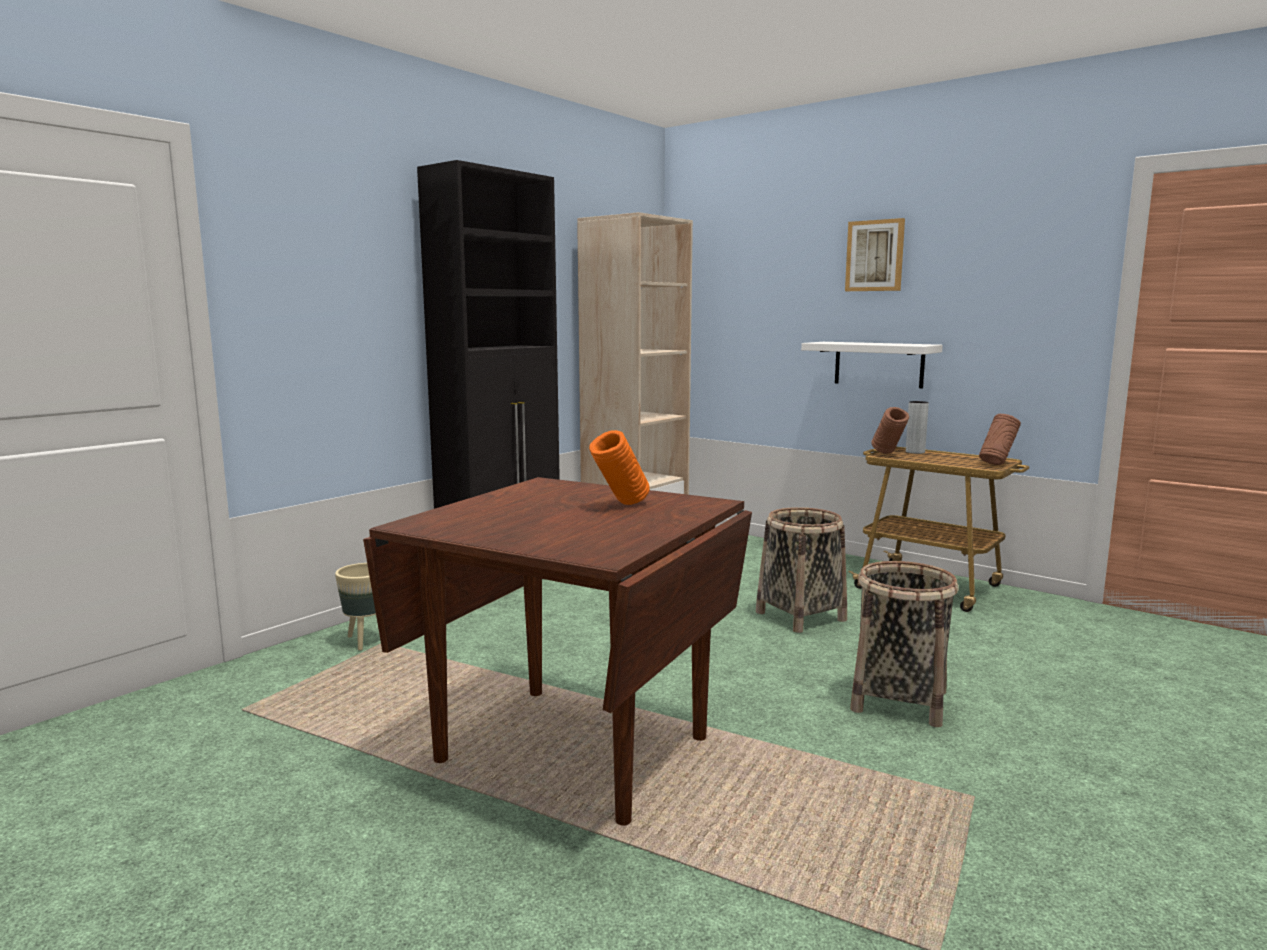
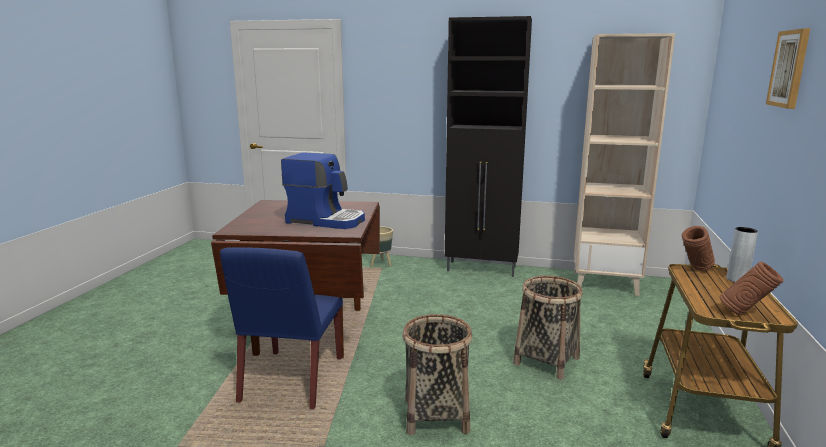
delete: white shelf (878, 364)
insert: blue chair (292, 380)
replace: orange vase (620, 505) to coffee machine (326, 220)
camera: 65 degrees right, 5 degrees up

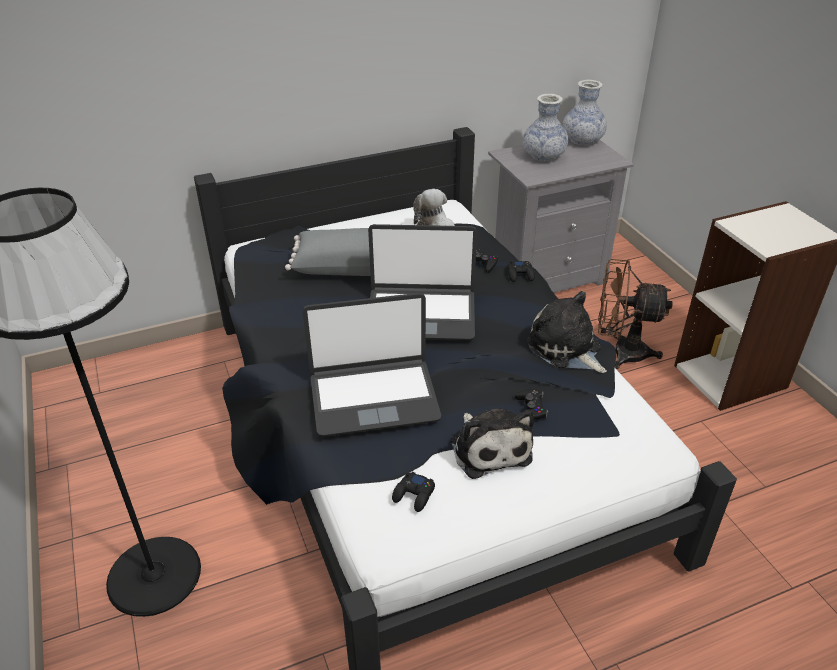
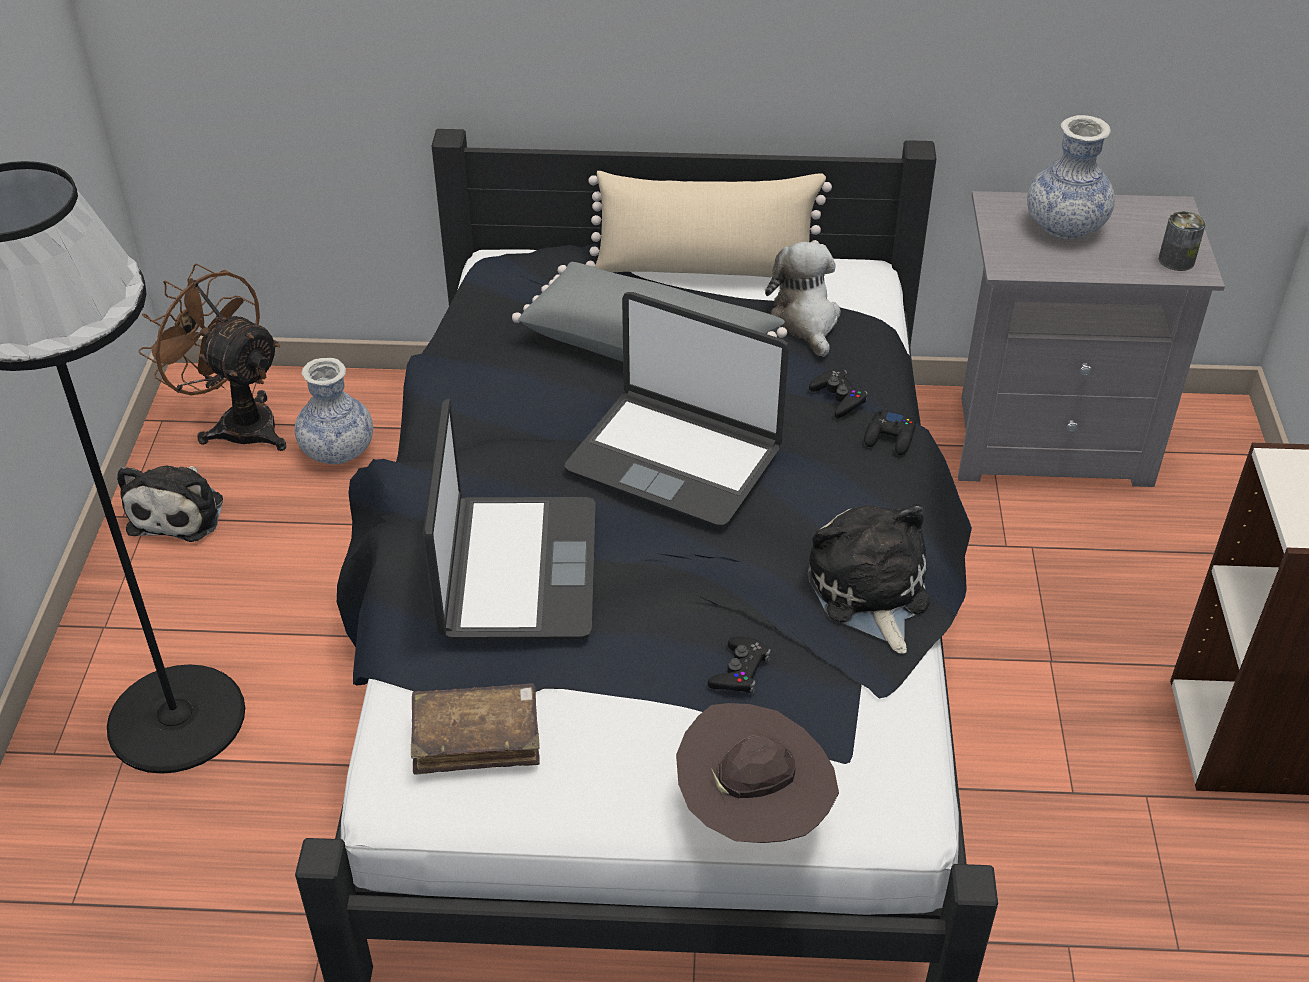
insert: beige pillow (705, 269); brown hat (754, 812); can (1176, 260)
move: plush toy (489, 448) to (179, 511); vase (582, 140) to (338, 450); brown fan (620, 352) to (237, 422)
replace: black game controller (414, 495) to brown book (476, 738)
rotate: laptop (373, 397) = (516, 570) 105 degrees counterclockwise
camera: 25 degrees right, 5 degrees up

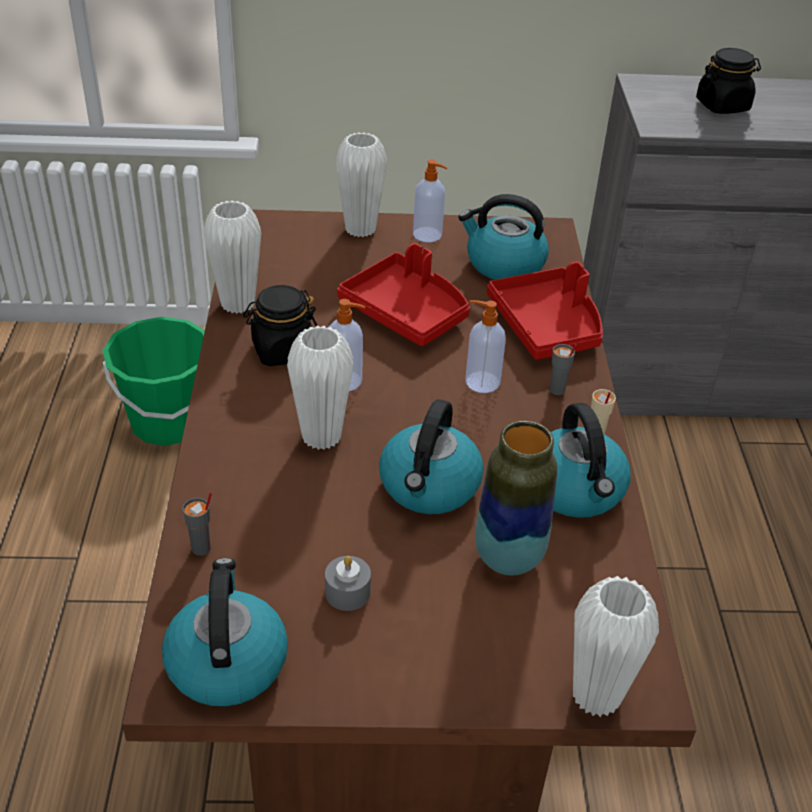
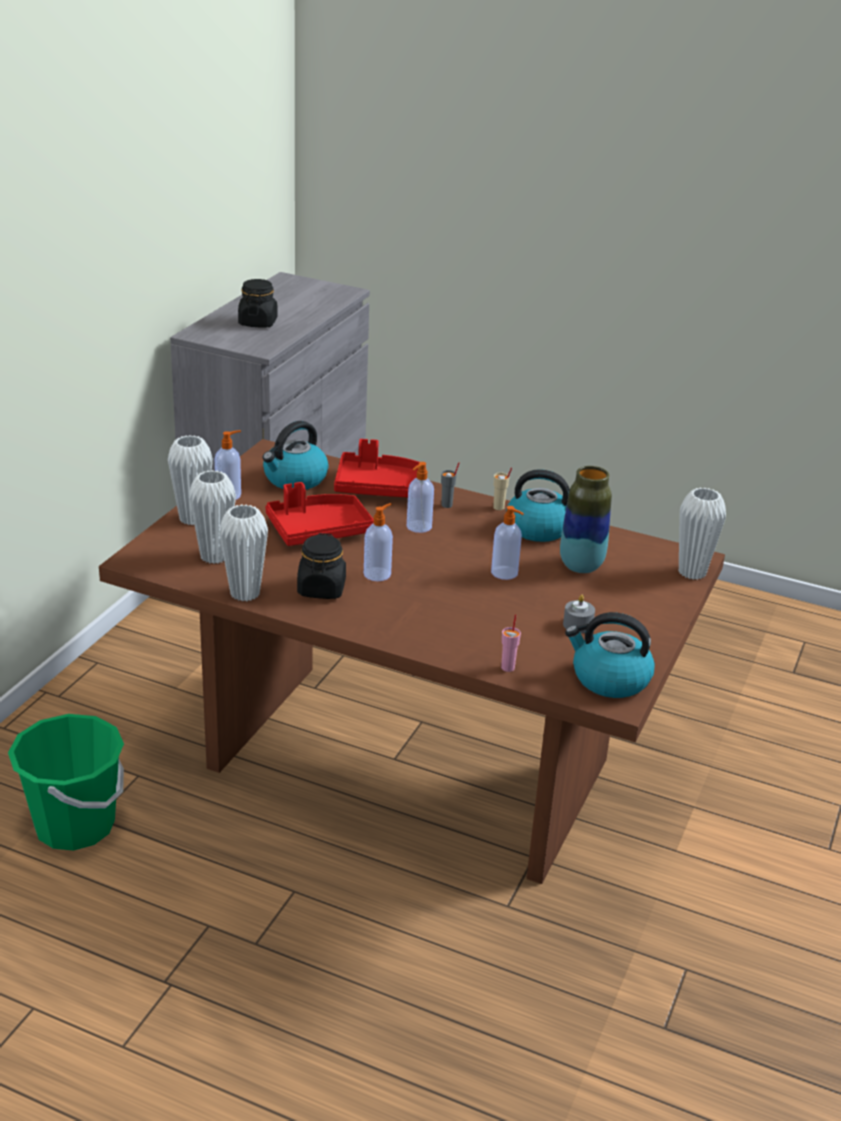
move: white vase (321, 437) to (214, 556)
replace: kettle (429, 486) to soap dispenser (505, 573)
recolor: grey cup (201, 548) to pink cup (508, 667)
camera: 65 degrees left, 10 degrees down

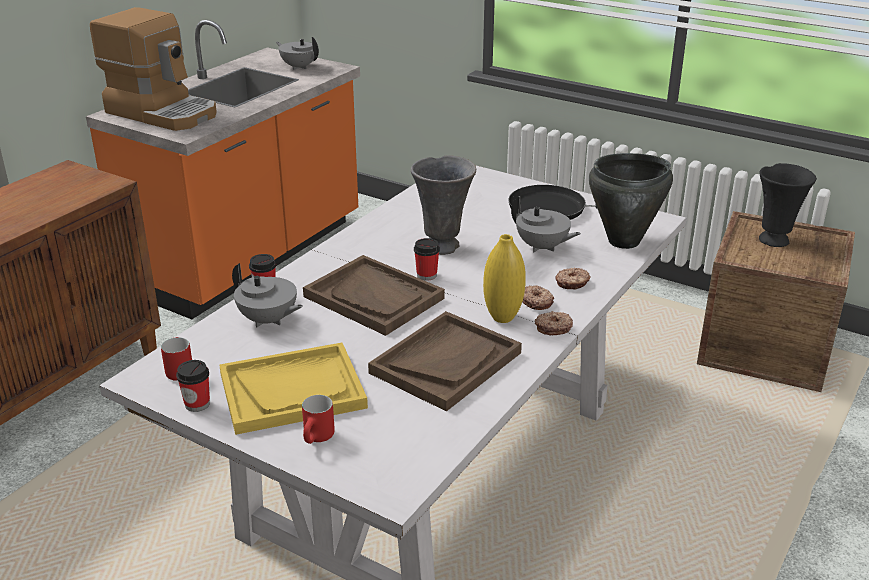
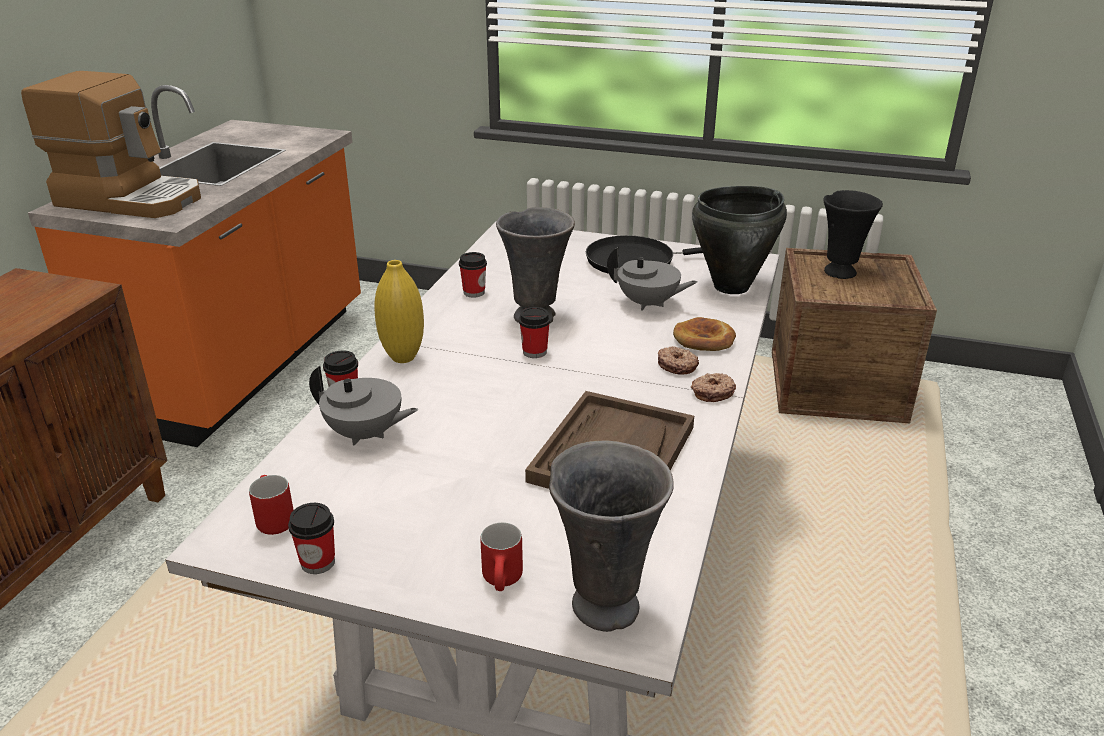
delete: yellow tray (292, 391); grey teapot (299, 67); brown tray (374, 297)
insert: cup (474, 292); grey vase (604, 604)
move: yellow vase (502, 318) to (403, 357)
replace: donut (572, 283) to bread (704, 339)
camera: 15 degrees left, 0 degrees up

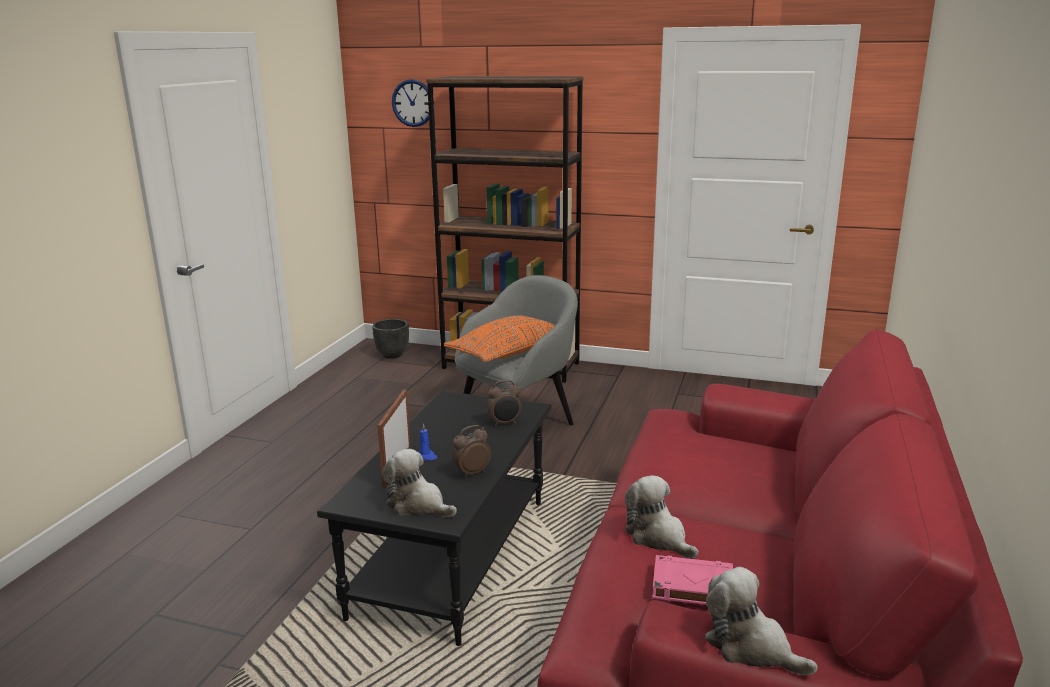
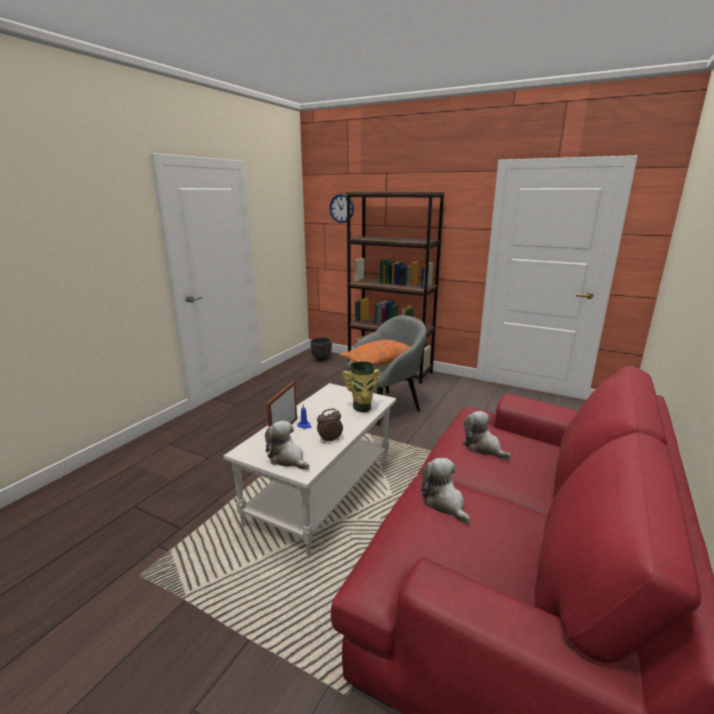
delete: pink book (691, 586)
move: plush toy (750, 647) to (483, 447)
replace: alarm clock (505, 423) to vase (362, 408)
recolor: black coffee table (454, 557) to white coffee table (322, 492)
camera: 10 degrees right, 0 degrees up

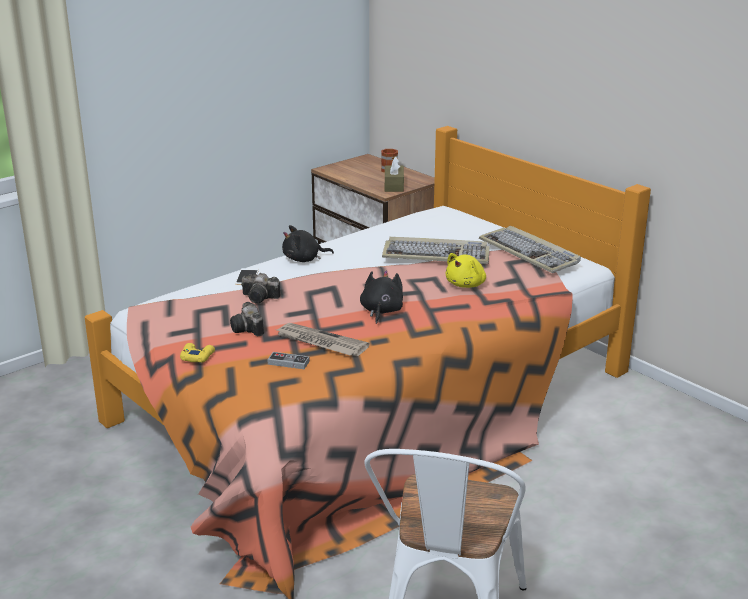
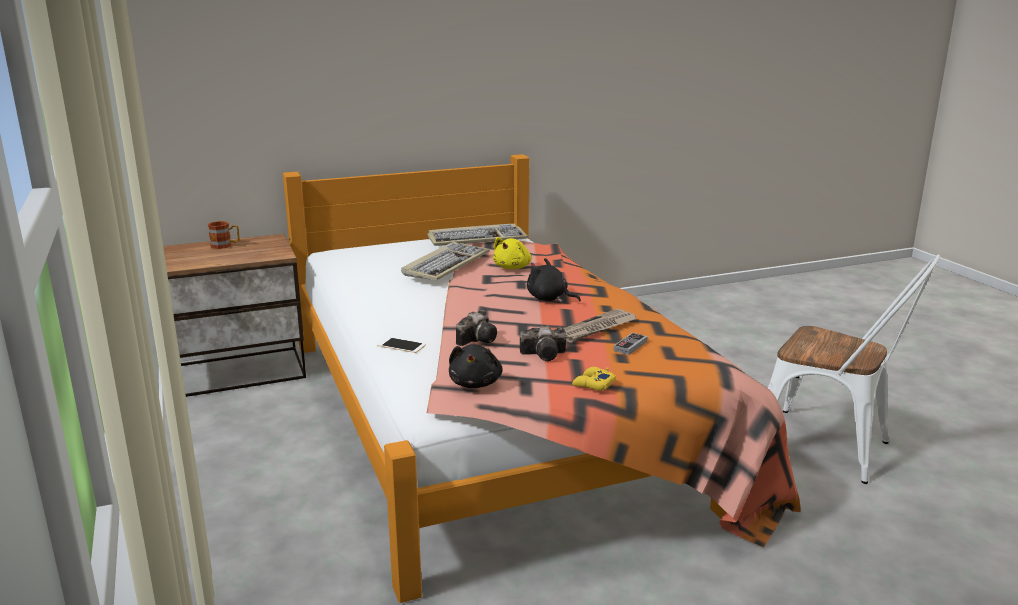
delete: brown tissue box (394, 185)
move: black plush toy (304, 259) to (476, 383)
rotate: yellow plush toy (466, 284) = (513, 267) 60 degrees clockwise
camera: 70 degrees left, 5 degrees down

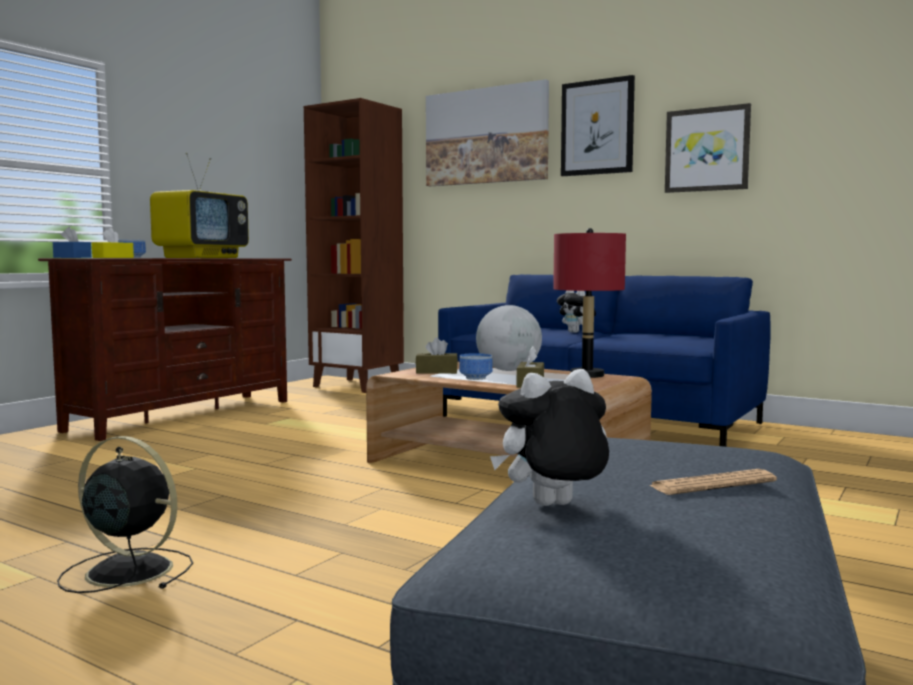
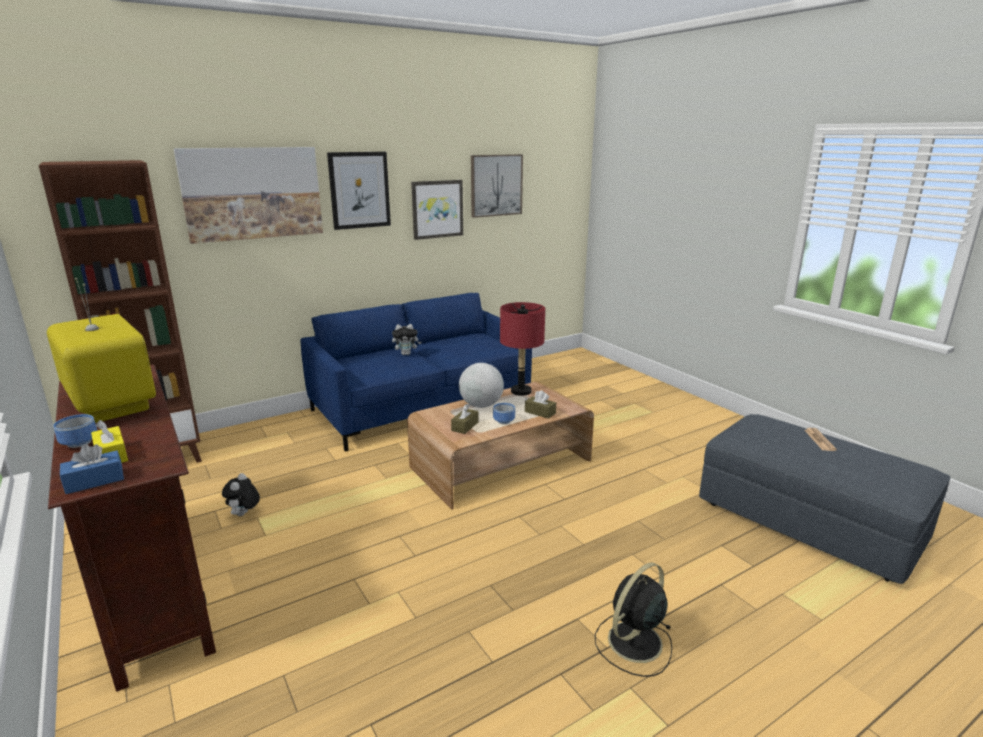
insert: picture (496, 185)
move: plush toy (553, 507) to (244, 514)
camera: 65 degrees left, 15 degrees up

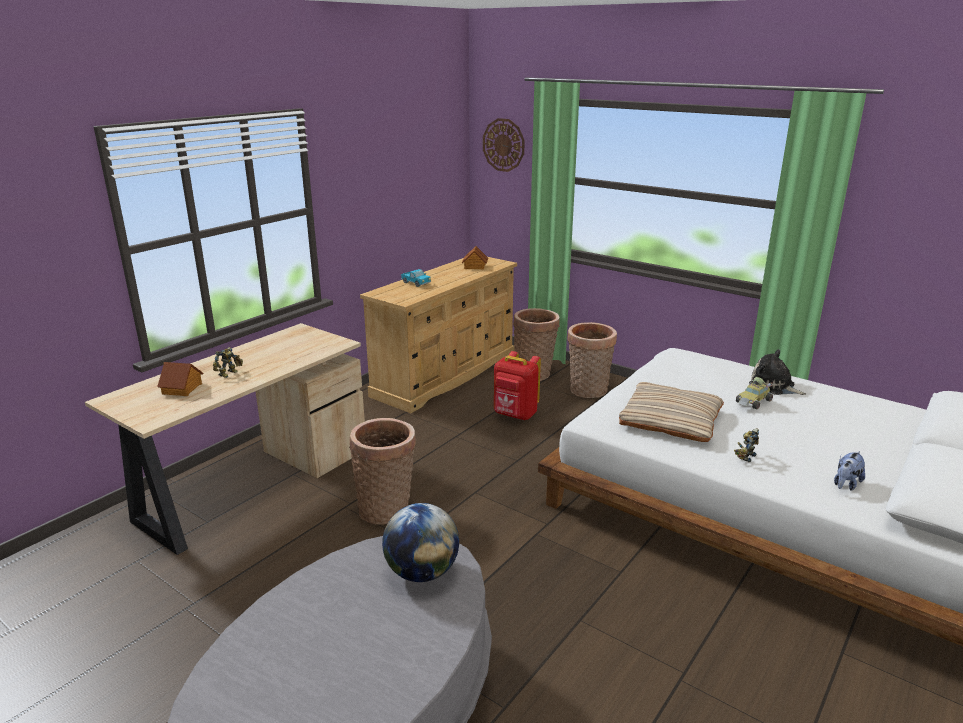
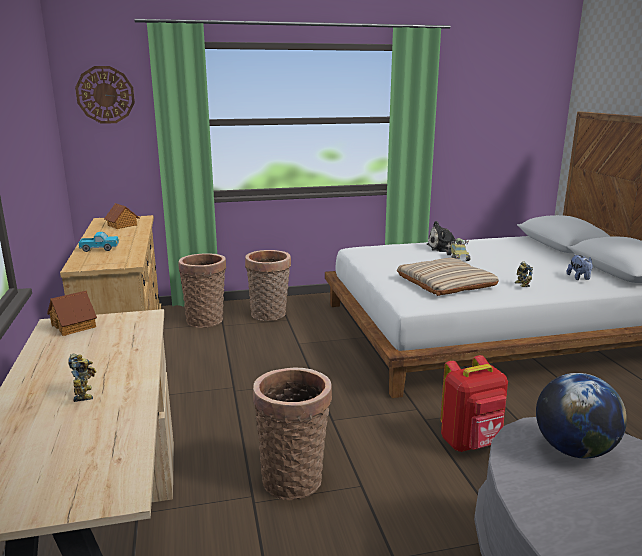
move: toy house (182, 388) to (74, 326); red backpack (515, 415) to (471, 443)
camera: 50 degrees left, 5 degrees down

